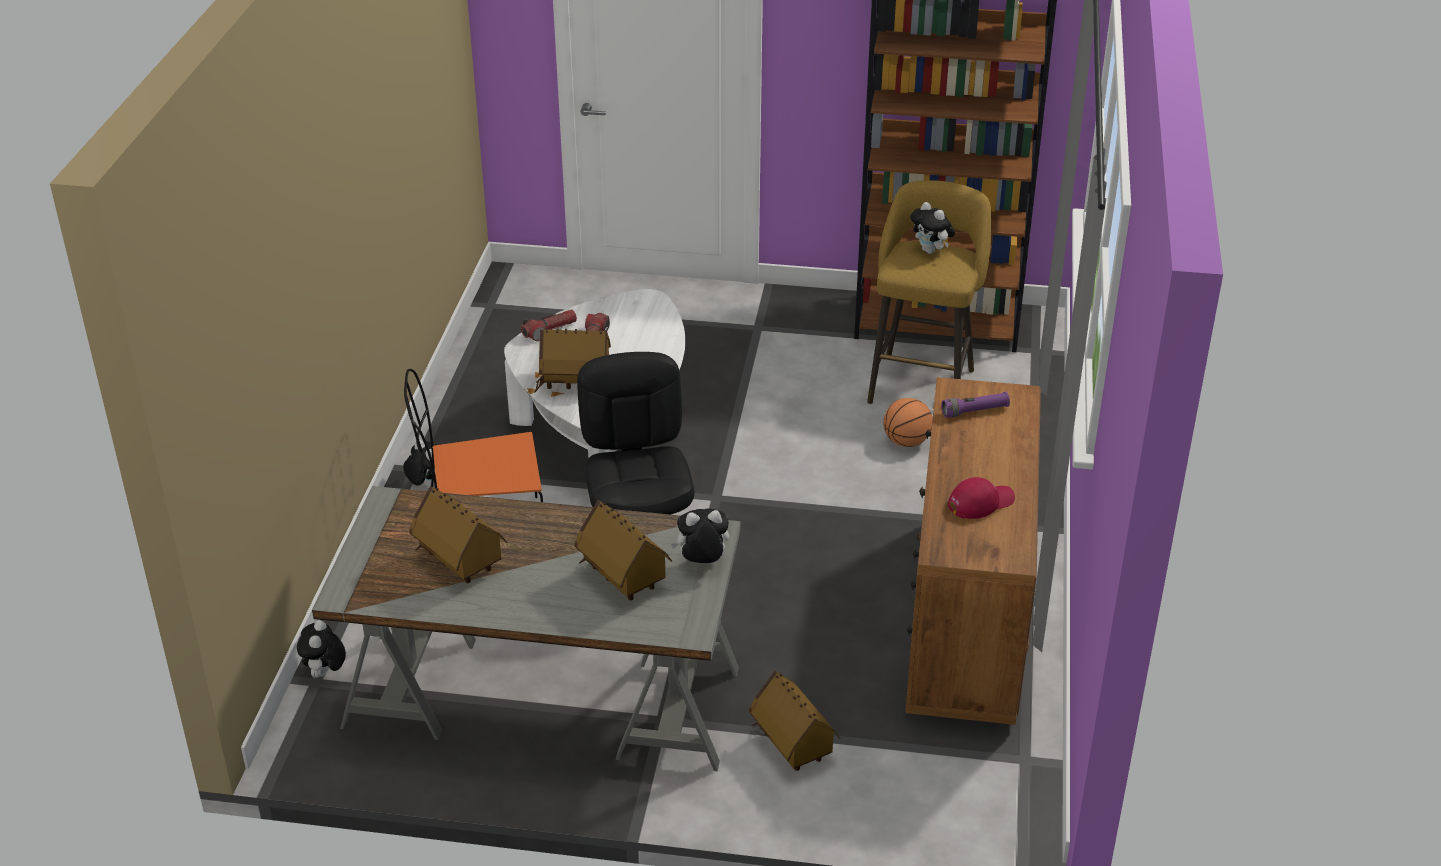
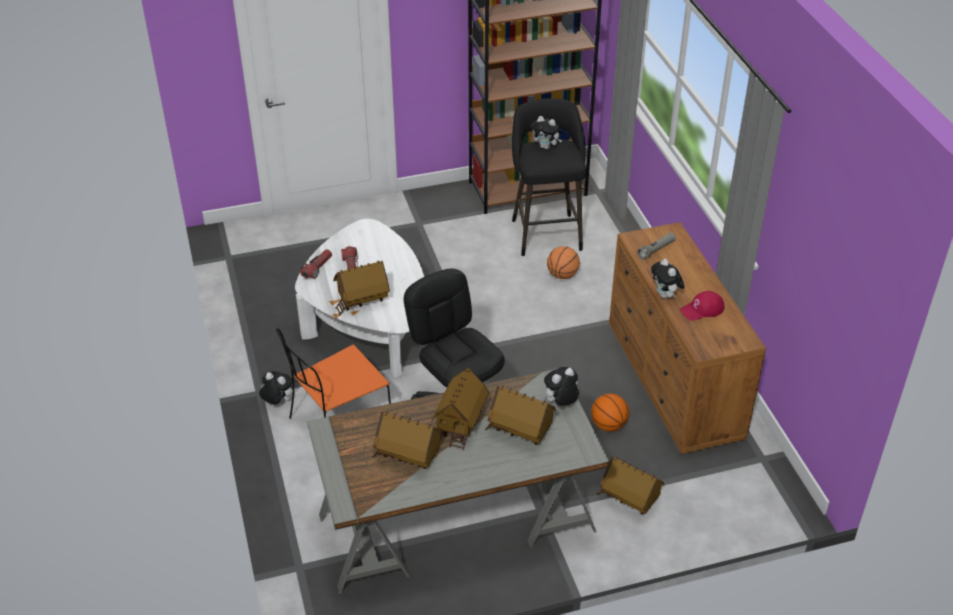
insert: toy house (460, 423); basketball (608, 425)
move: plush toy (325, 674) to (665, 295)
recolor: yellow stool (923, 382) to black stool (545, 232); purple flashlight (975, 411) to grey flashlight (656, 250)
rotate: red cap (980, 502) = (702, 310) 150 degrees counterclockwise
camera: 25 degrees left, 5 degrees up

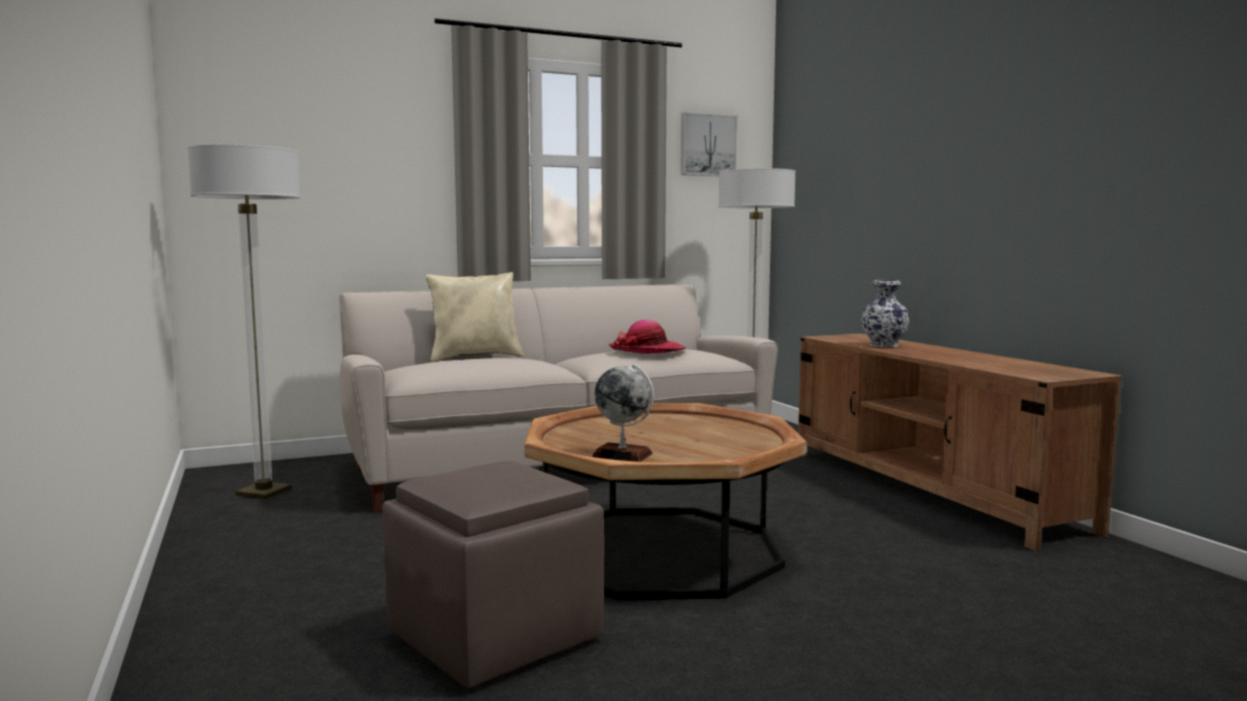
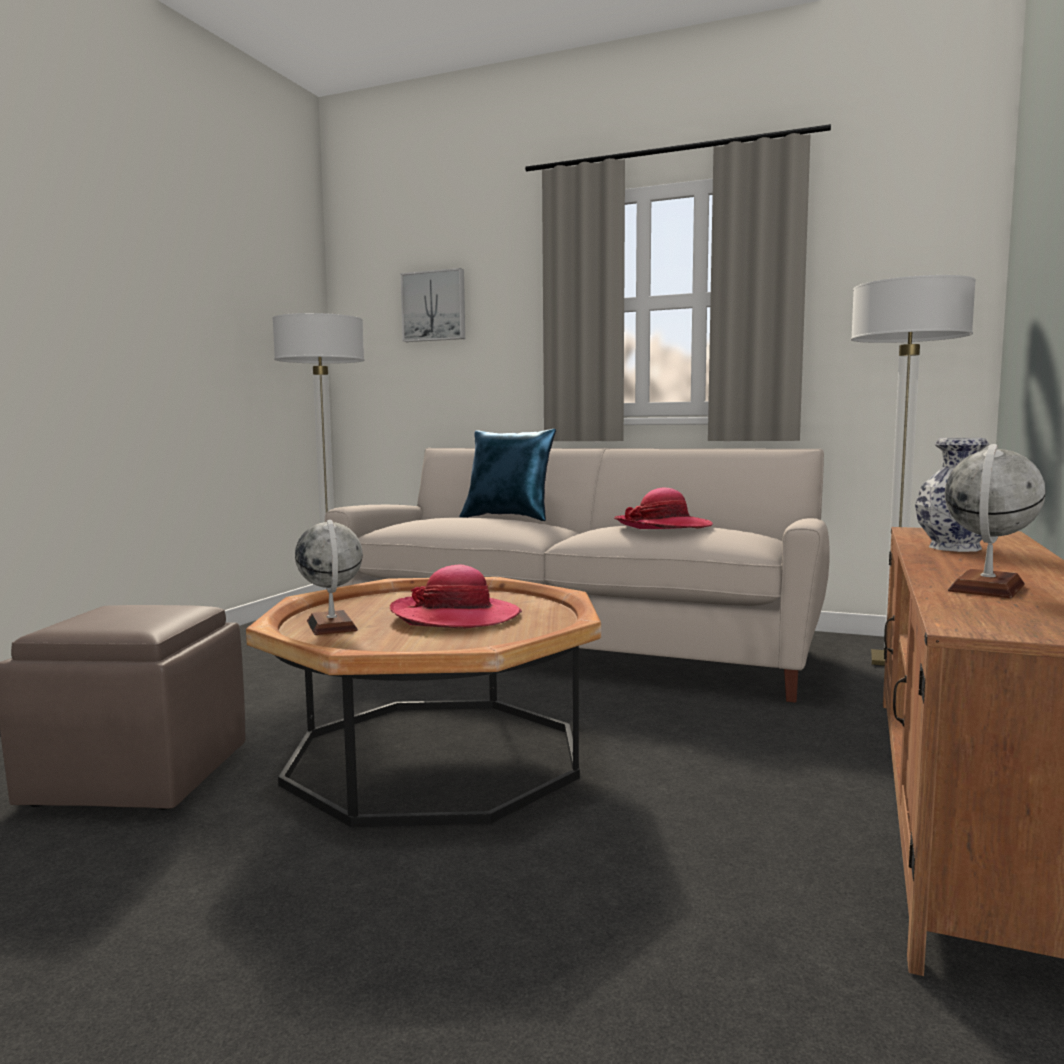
insert: hat (455, 617); globe (987, 588)
move: picture (707, 145) to (434, 306)
recolor: beige pillow (475, 357) to blue pillow (509, 518)
camera: 45 degrees right, 0 degrees up

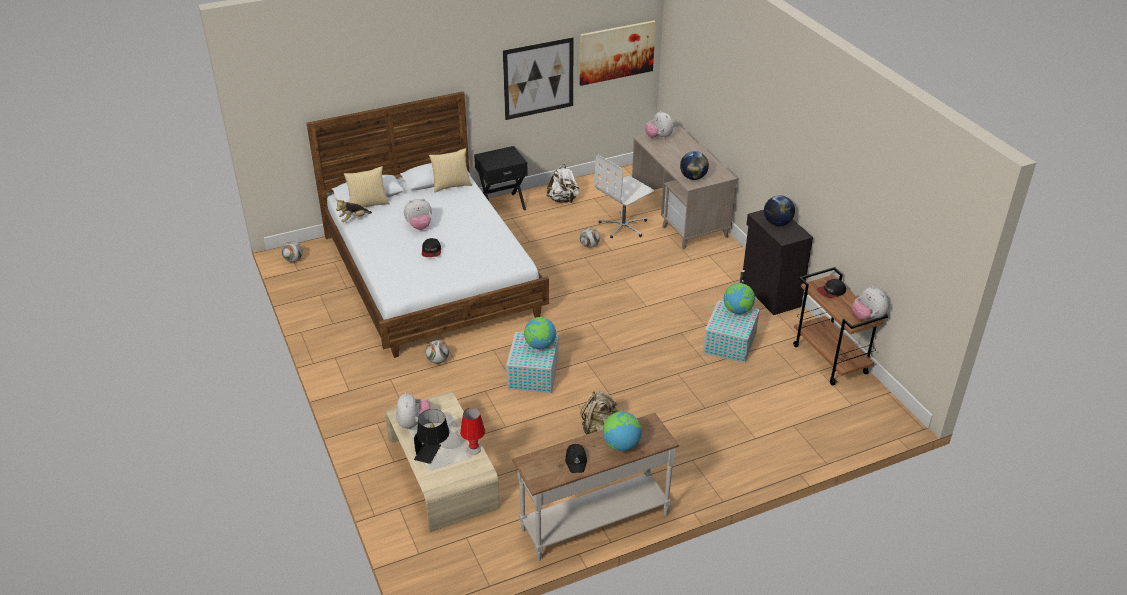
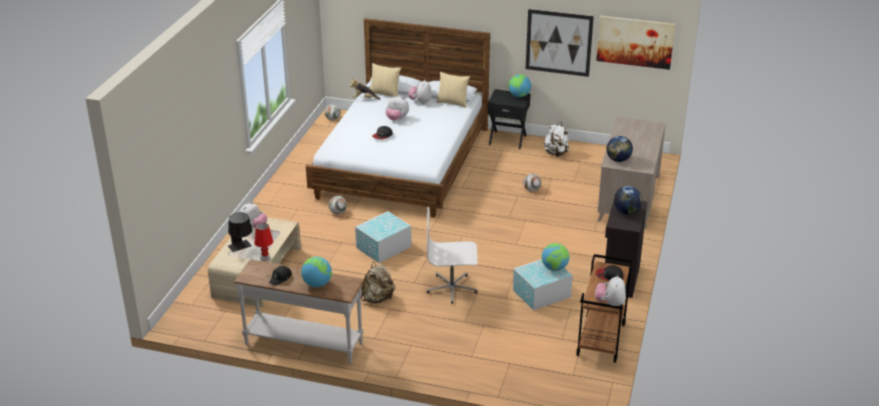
move: globe (540, 346) to (519, 96); white office chair (624, 226) to (452, 288); plush toy (658, 137) to (420, 102)
camera: 40 degrees right, 5 degrees down

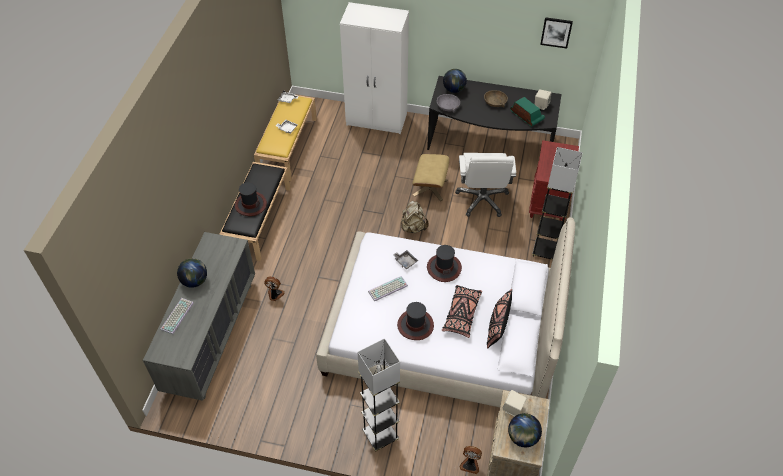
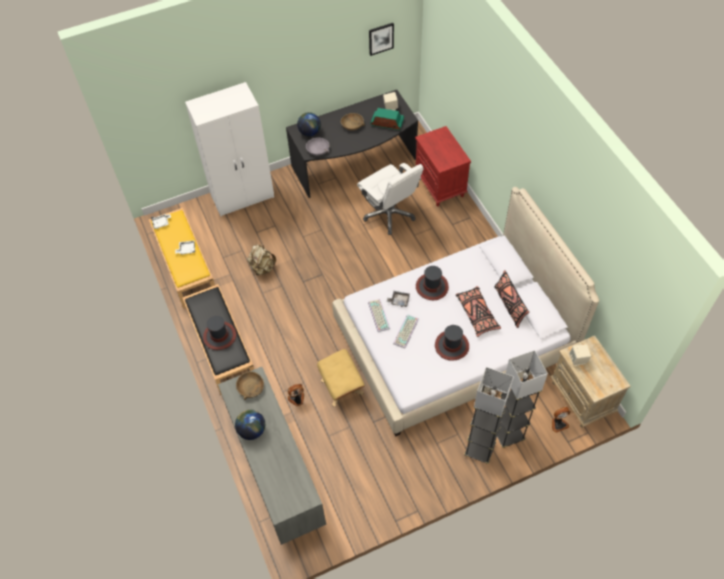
delete: globe (522, 437)
insert: brown bowl (250, 387)
move: keyboard (177, 315) to (378, 315); beige backpack (413, 227) to (262, 268); beige ottoman (430, 187) to (342, 387); grey floor lamp (544, 251) to (508, 434)
camera: 35 degrees left, 5 degrees up

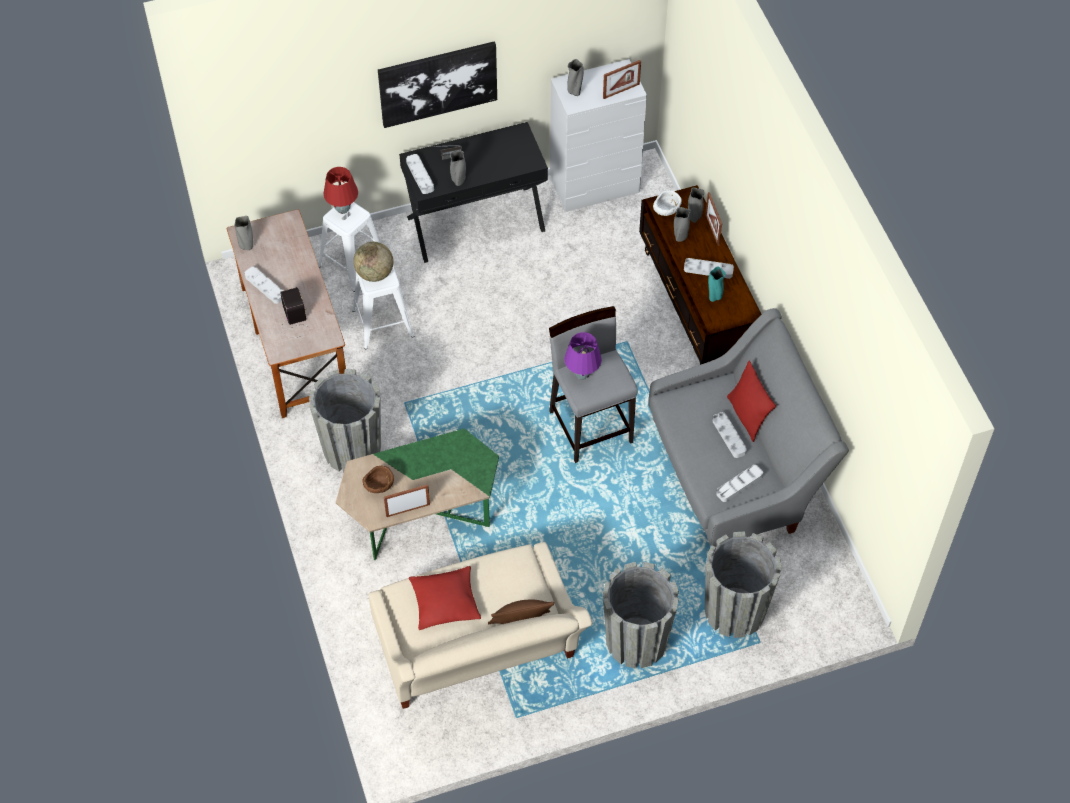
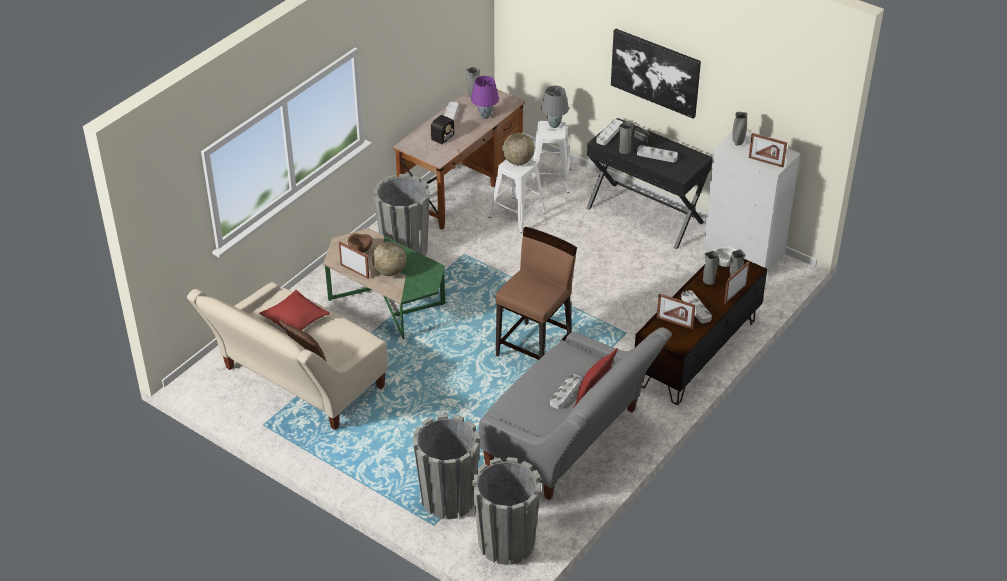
insert: globe (389, 271)
move: purple table lamp (582, 375) to (484, 116); grey planter (636, 641) to (506, 543); grey tray (739, 485) to (657, 156)
replace: turquoise vase (714, 297) to picture frame (674, 322)
recolor: red table lamp (343, 210) to grey table lamp (554, 125); grey stool (591, 426) to brown stool (535, 349)
camera: 55 degrees right, 15 degrees down

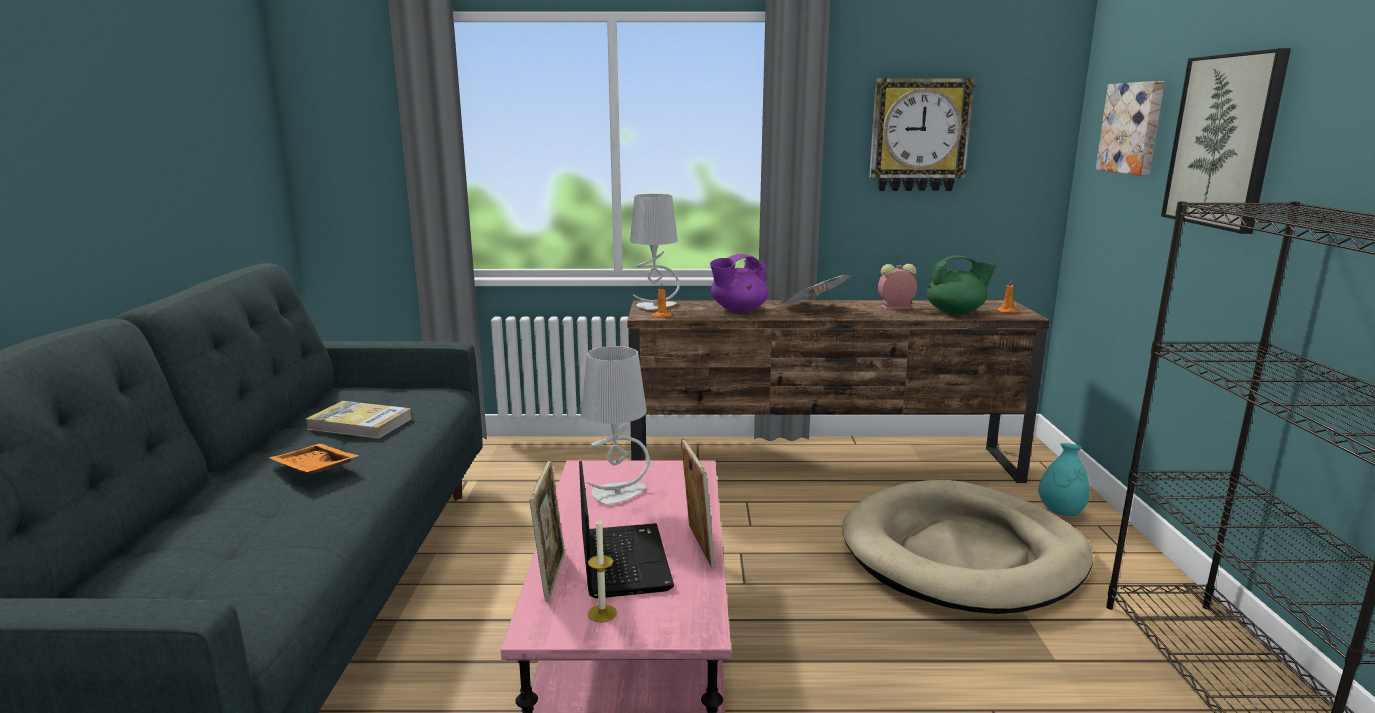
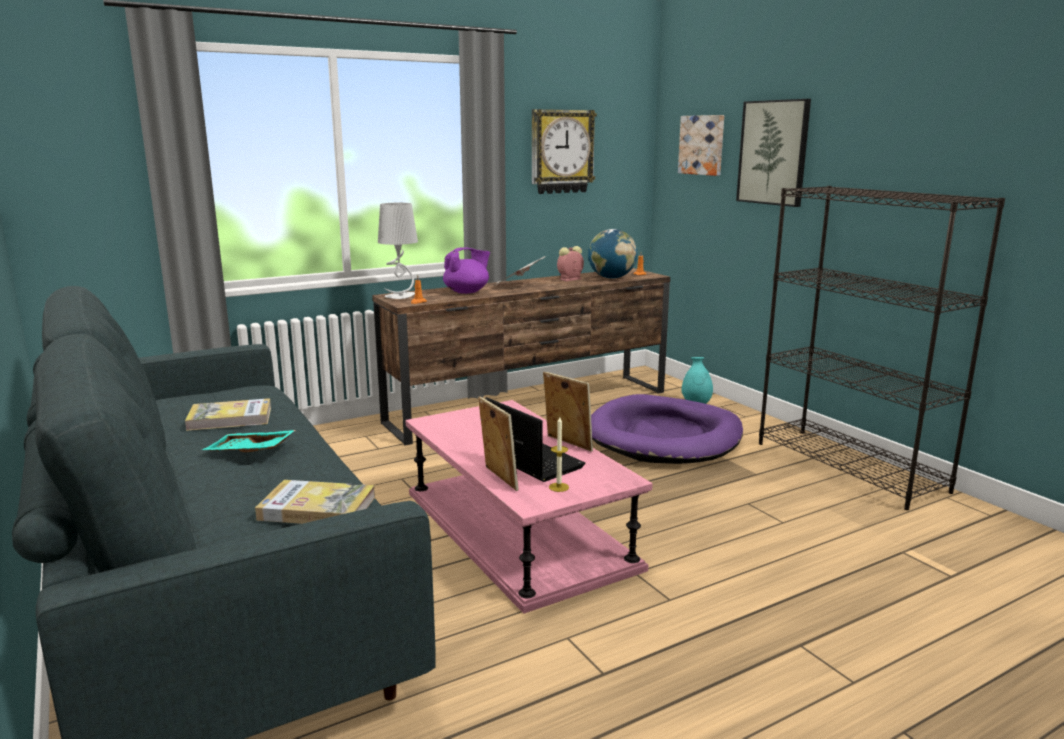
delete: grey table lamp (618, 493)
insert: book (317, 508)
replace: green teapot (956, 312) to globe (611, 278)
recolor: orange tray (313, 470) to turquoise tray (250, 452); beige dog bed (962, 554) to purple dog bed (664, 436)
rotate: purple teapot (738, 310) = (467, 292) 150 degrees counterclockwise
camera: 30 degrees left, 0 degrees up

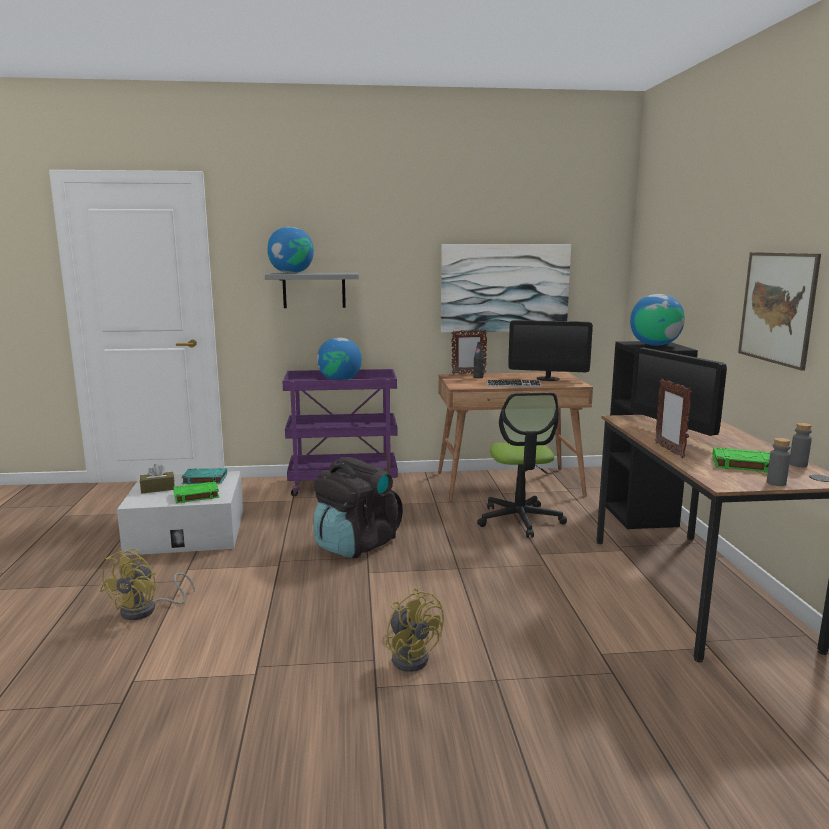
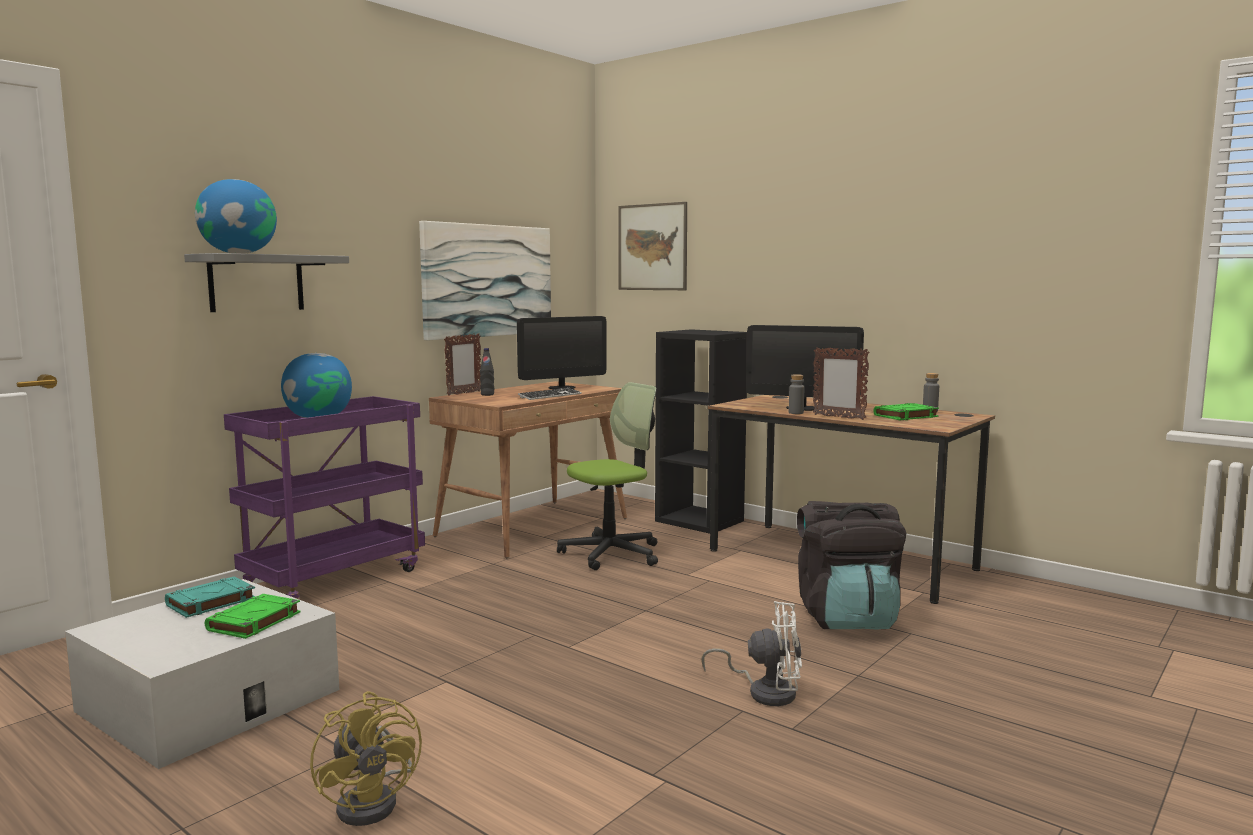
delete: brown tissue box (158, 489); globe (654, 345)
move: black backpack (355, 544) to (847, 618); picture (777, 308) to (652, 247); grey bottle (776, 483) to (796, 413)
recolor: yellow fan (412, 656) to white fan (765, 691)
rotate: office chair (520, 520) = (611, 553) 75 degrees counterclockwise
camera: 45 degrees left, 5 degrees down

